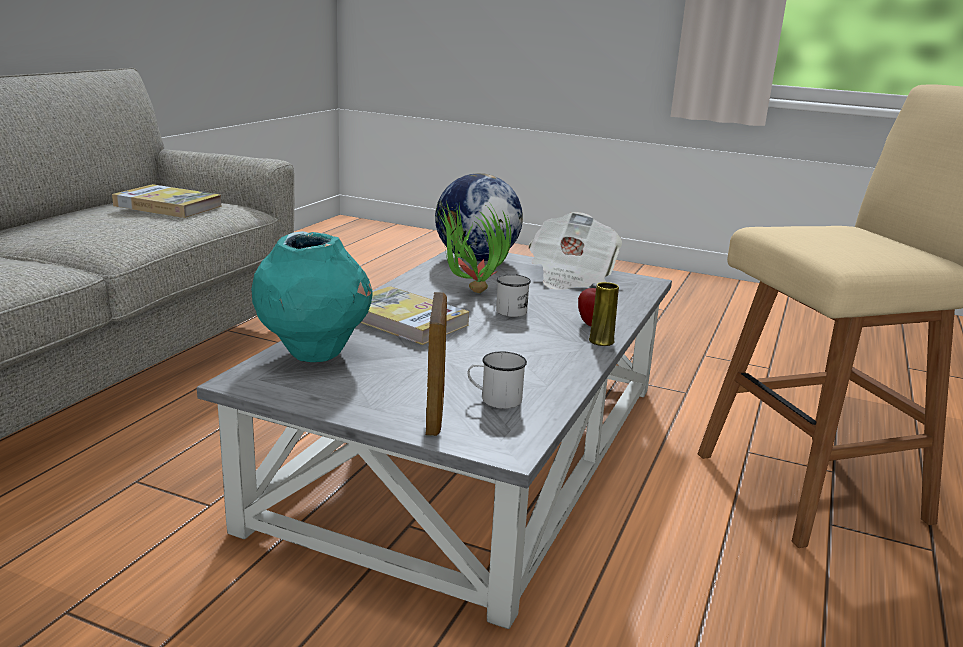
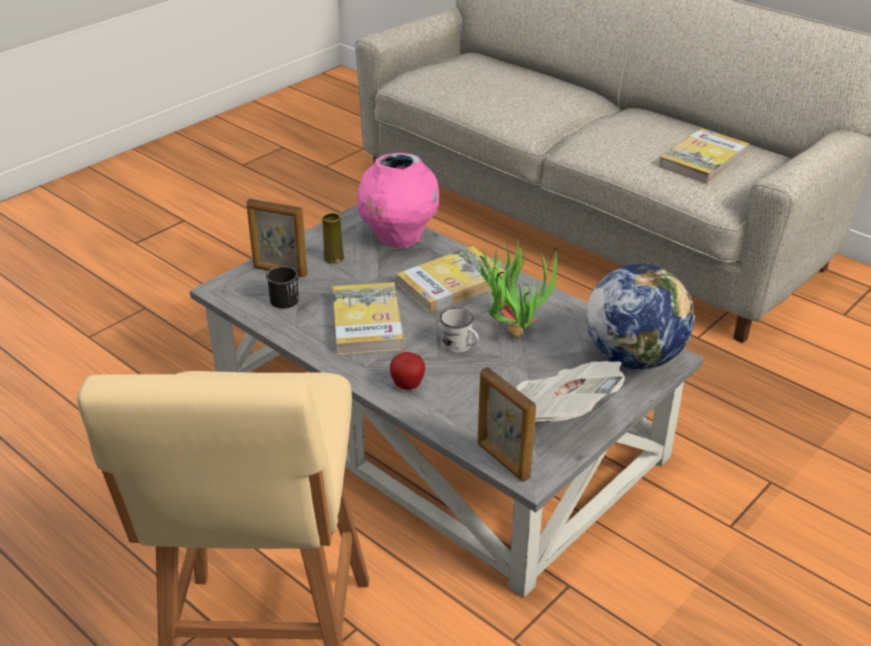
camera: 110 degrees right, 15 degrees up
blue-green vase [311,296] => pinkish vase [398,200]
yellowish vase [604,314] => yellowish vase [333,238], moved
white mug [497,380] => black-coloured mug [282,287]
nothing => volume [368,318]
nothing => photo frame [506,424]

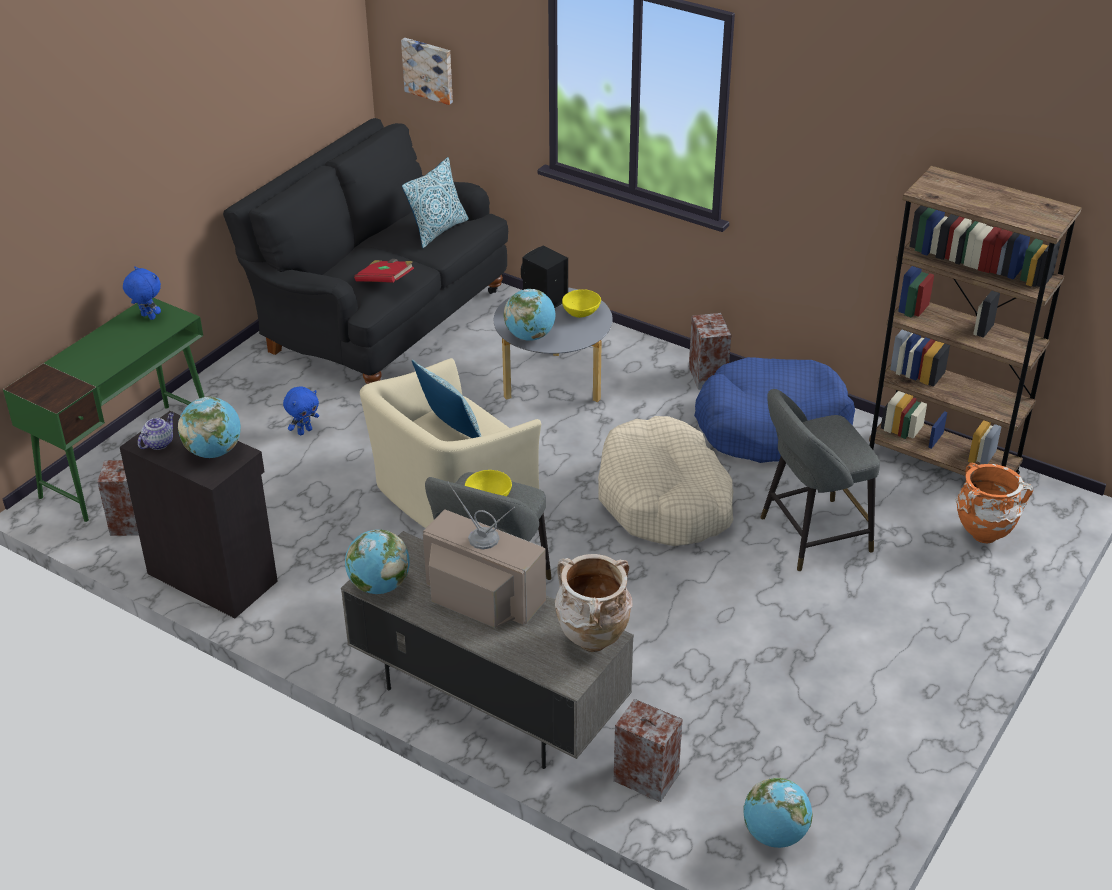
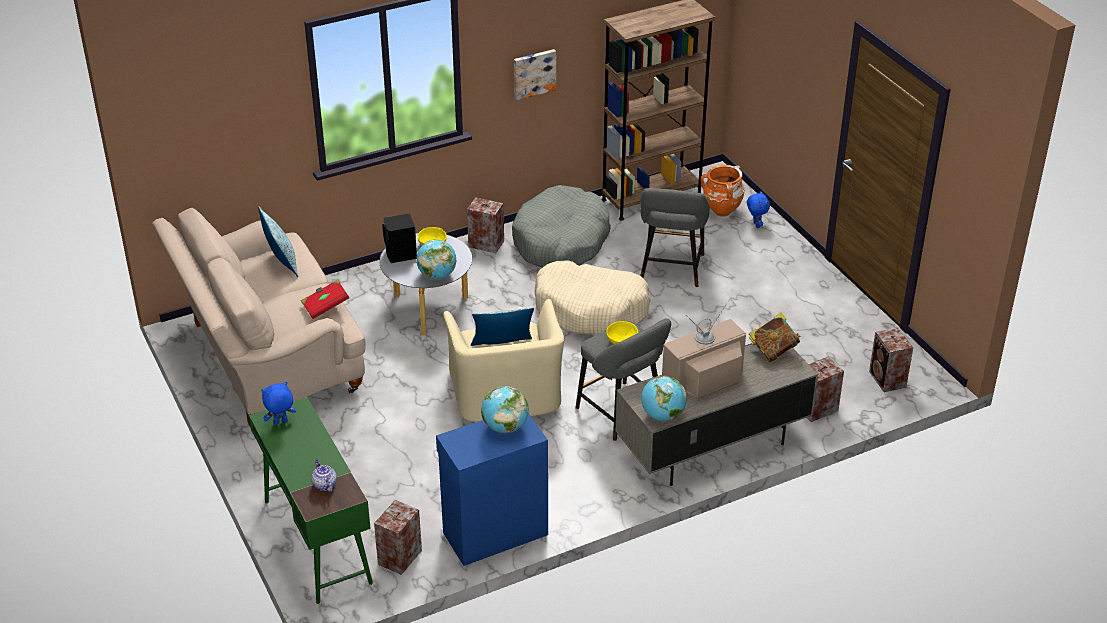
camera: 60 degrees left, 0 degrees up
picture [427,71] => picture [535,74], moved
black-coloured settee [365,251] => beige-coloured settee [259,317]
blue-coloured pet bed [774,410] => greyish pet bed [561,226]
blue-coloured plush toy [301,410] => blue-coloured plush toy [758,209], moved
black-coloured storage cabinet [199,514] => blue-coloured storage cabinet [492,489]
teapot [156,431] => teapot [324,476], moved
beige-coloured vase [593,603] => volume [775,337]
world globe [778,813] => speaker [891,359]

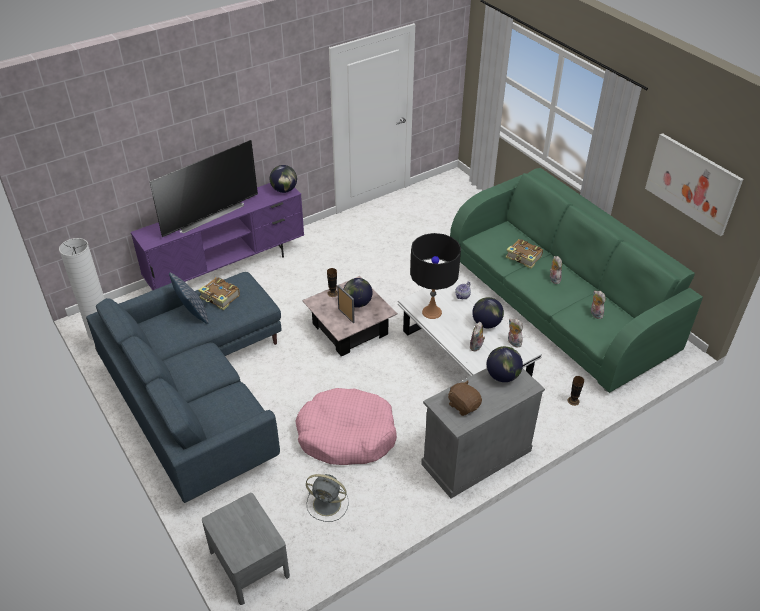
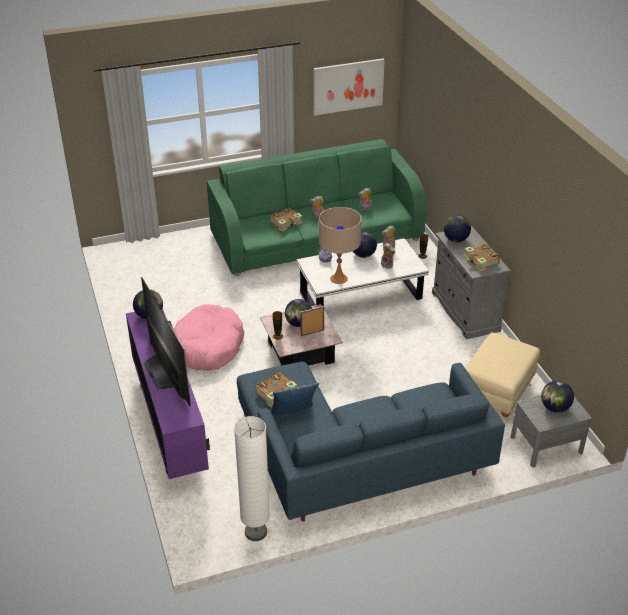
camera: 75 degrees left, 5 degrees down
black-coloured tabletop lamp [435,276] => beige-coloured tabletop lamp [340,245]
brown plush toy [465,398] => volume [482,257]
pinkish pet bed [346,426] => pinkish pet bed [209,337], moved
greyish cooling fan [327,498] => beige-coloured pouffe [502,377]
nothing => world globe [557,397]

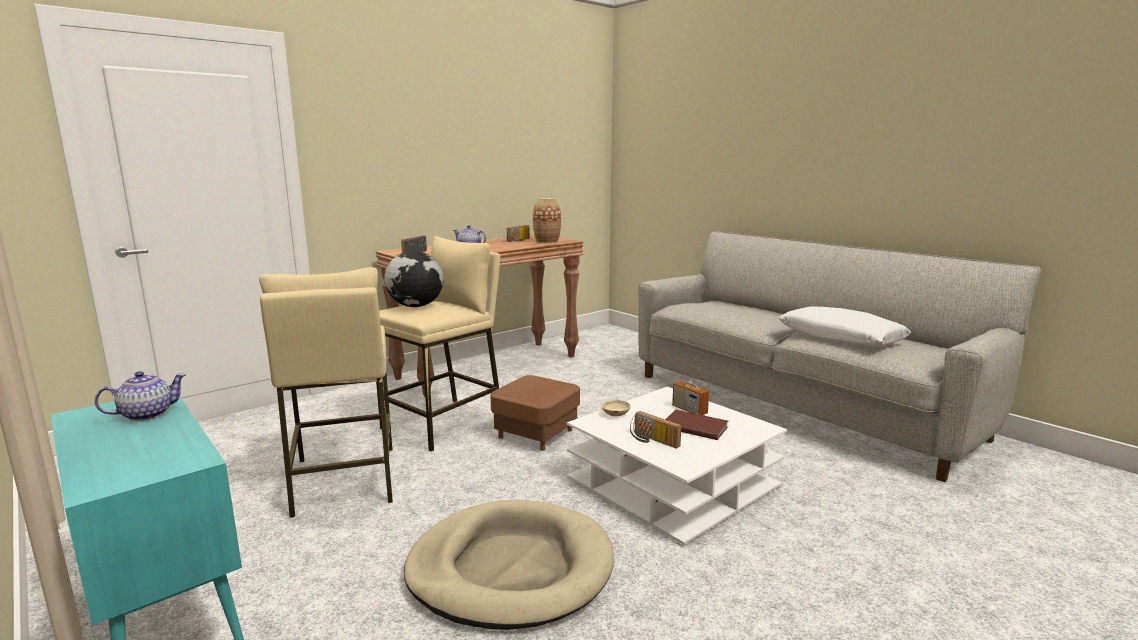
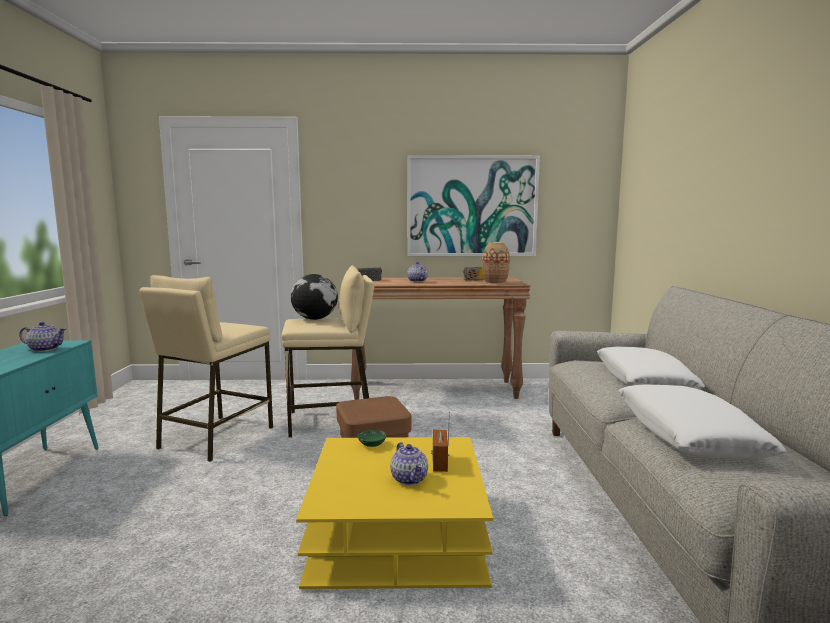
camera: 40 degrees right, 5 degrees down
white low table [677,466] => yellowish low table [394,513]
beige-coloured deep dish [616,408] => greenish deep dish [372,438]
brown volume [696,425] => teapot [409,463]
radio set [655,430] => nothing
beige-coloured pet bed [509,565] => nothing
nothing => picture [473,205]
nothing => white throw pillow [651,368]

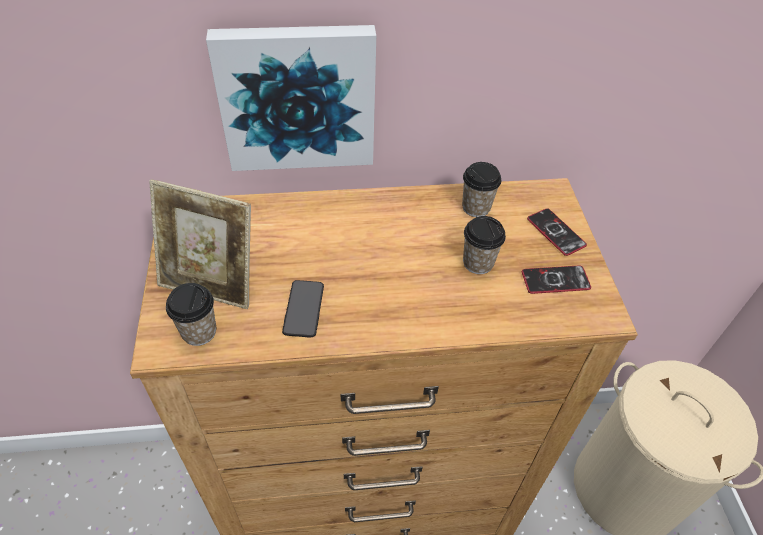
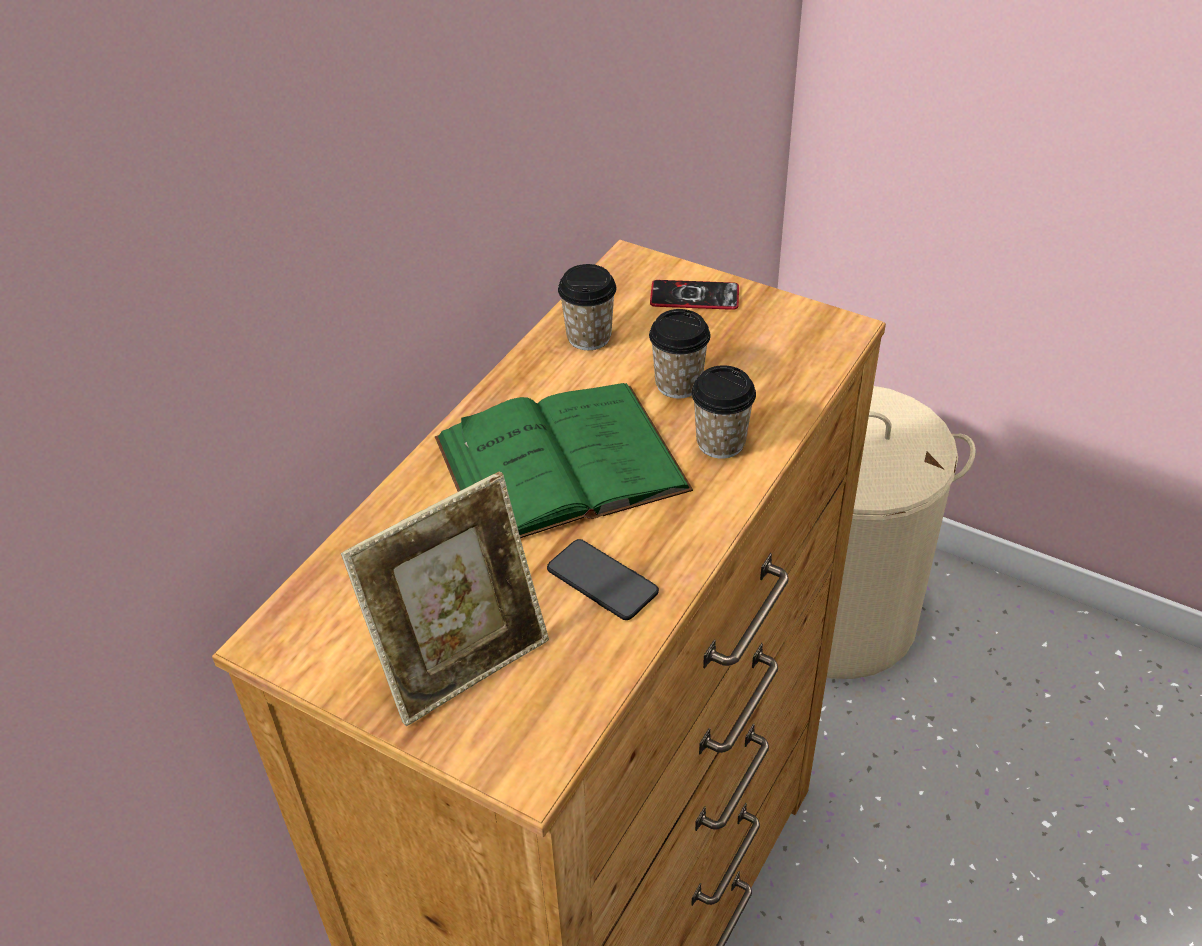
camera: 50 degrees left, 5 degrees down
picture [291,98] => nothing
handset [556,280] => nothing
cup [191,314] => cup [723,412], moved
nothing => greenish volume [564,460]

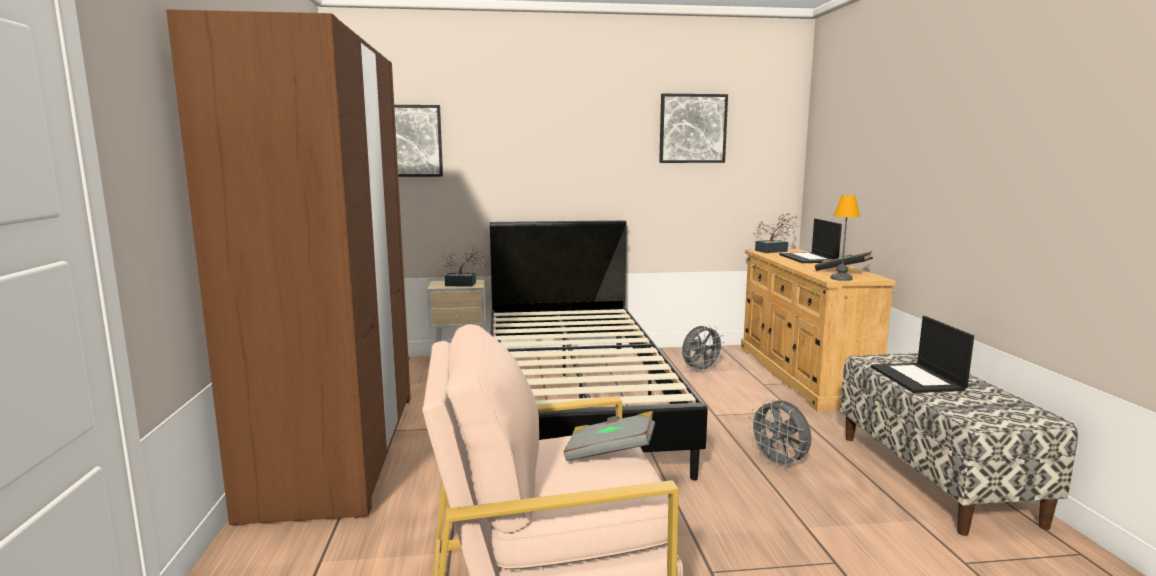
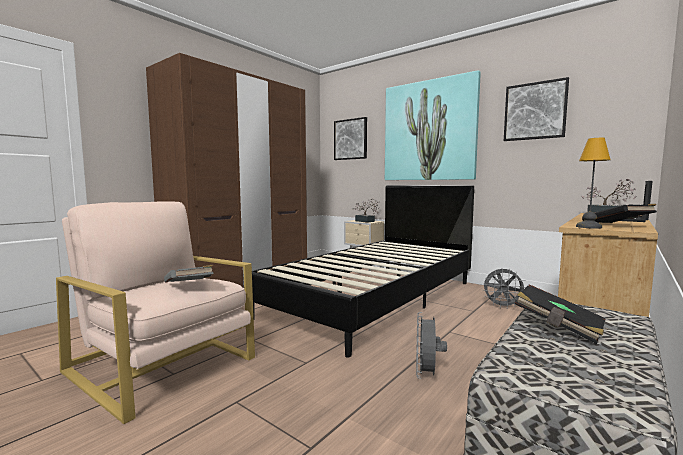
camera: 45 degrees right, 5 degrees down
laptop [922,354] => black-coloured volume [560,314]
nothing => picture [433,125]

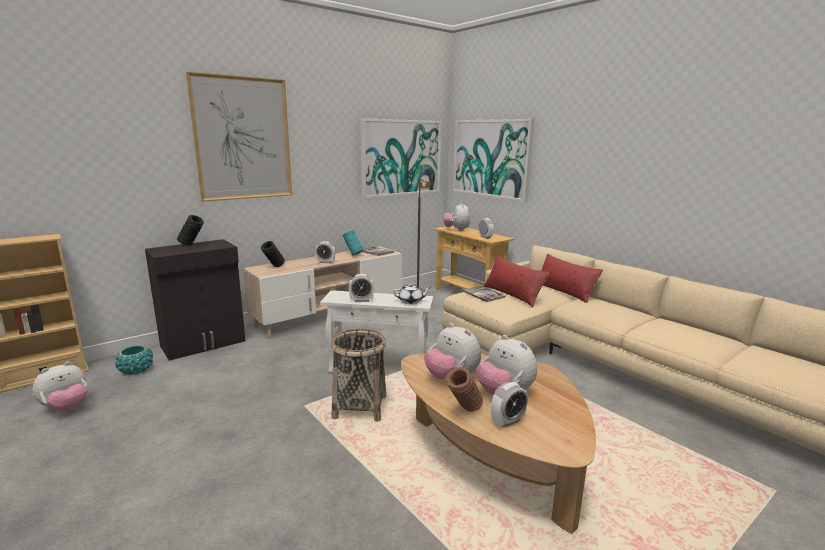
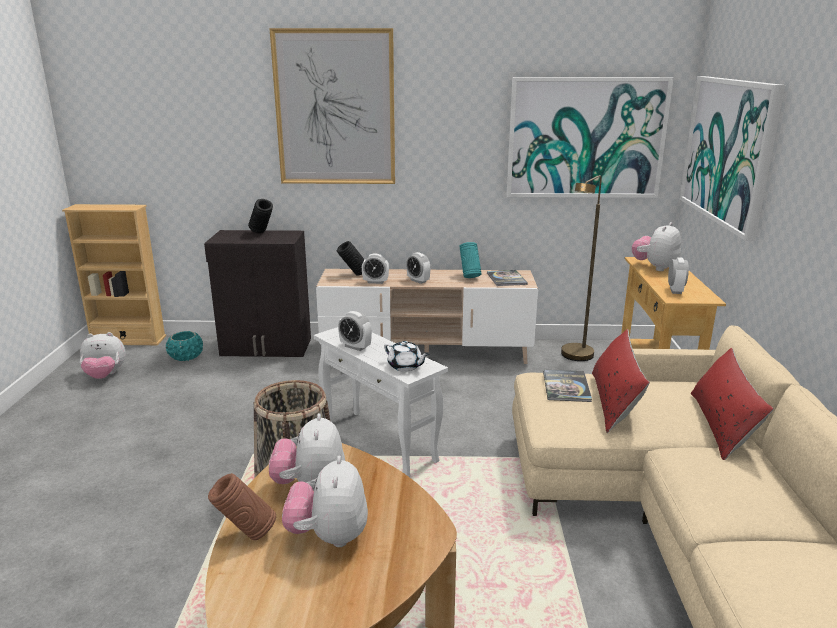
camera: 40 degrees right, 5 degrees up
alarm clock [509,405] => alarm clock [375,269], moved

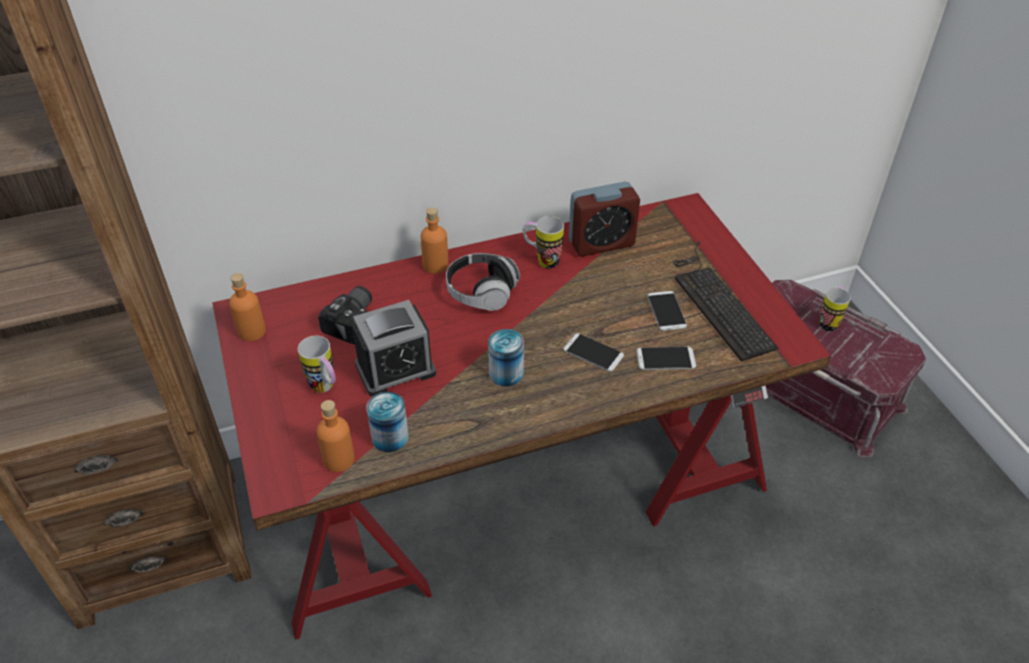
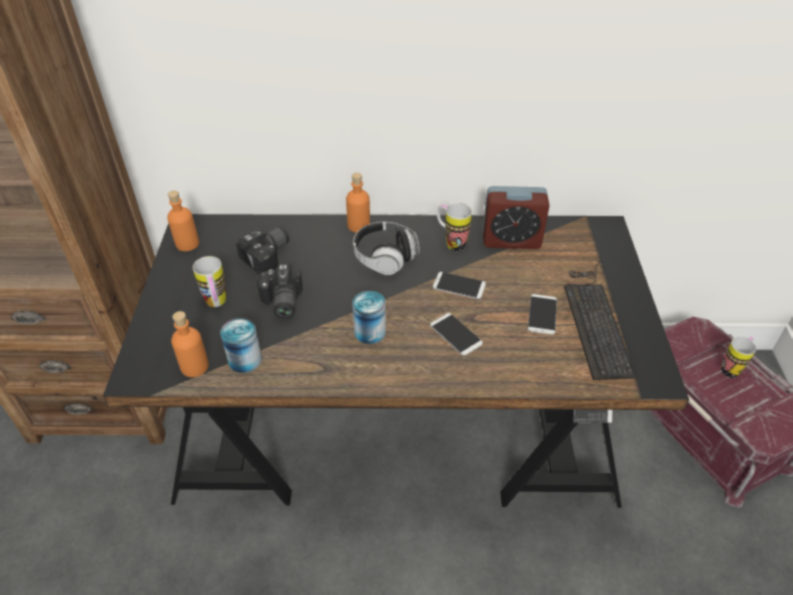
camera: 20 degrees right, 0 degrees up
reddish desk [521,416] => black-coloured desk [396,361]
alarm clock [393,348] => still camera [280,292]
handset [666,358] => handset [459,285], moved

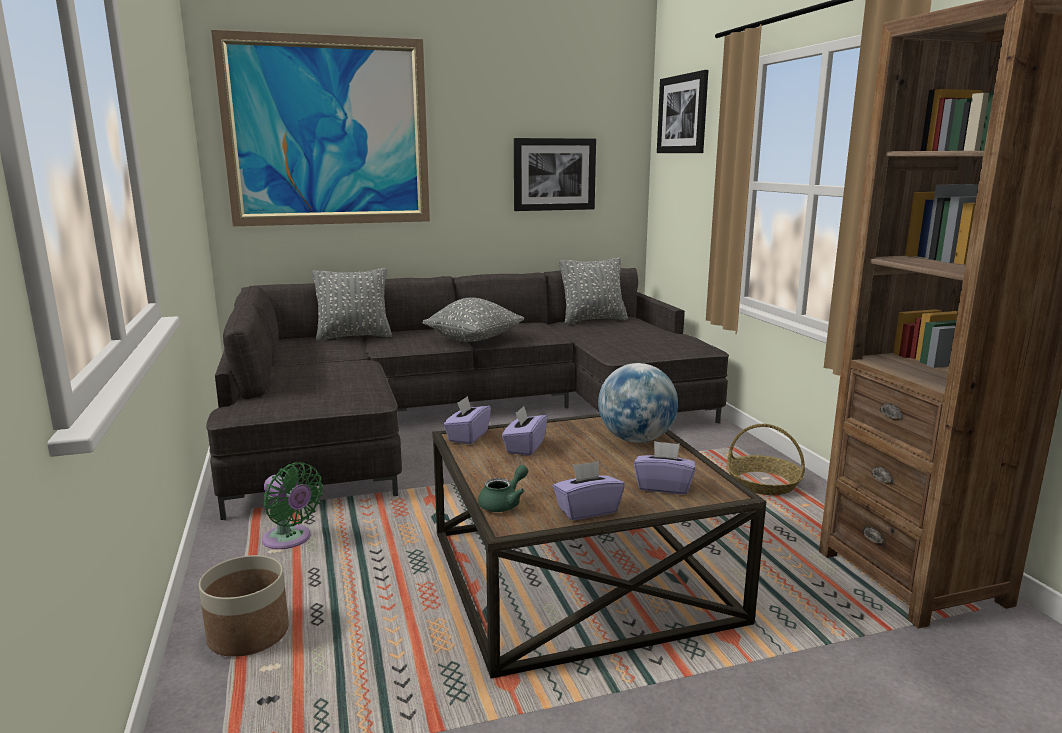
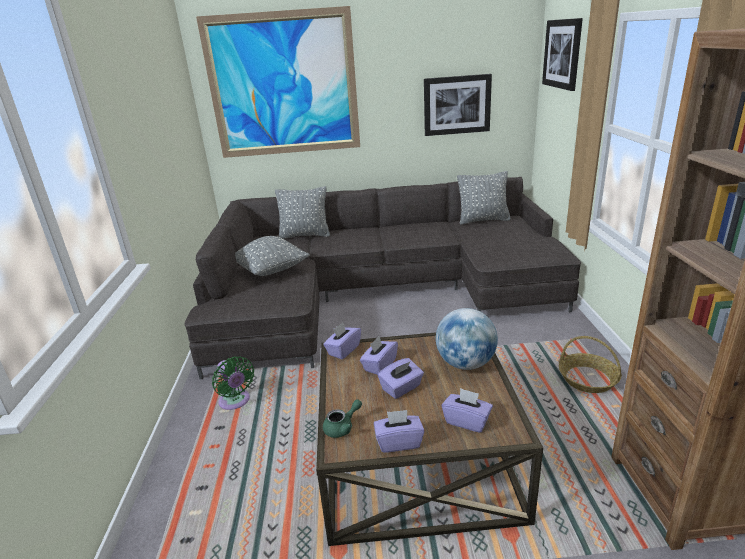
camera: 15 degrees right, 10 degrees up
greyish throw pillow [473,320] => greyish throw pillow [272,256], moved
flower pot [244,606] => nothing
nothing => purplish tissue box [401,378]

